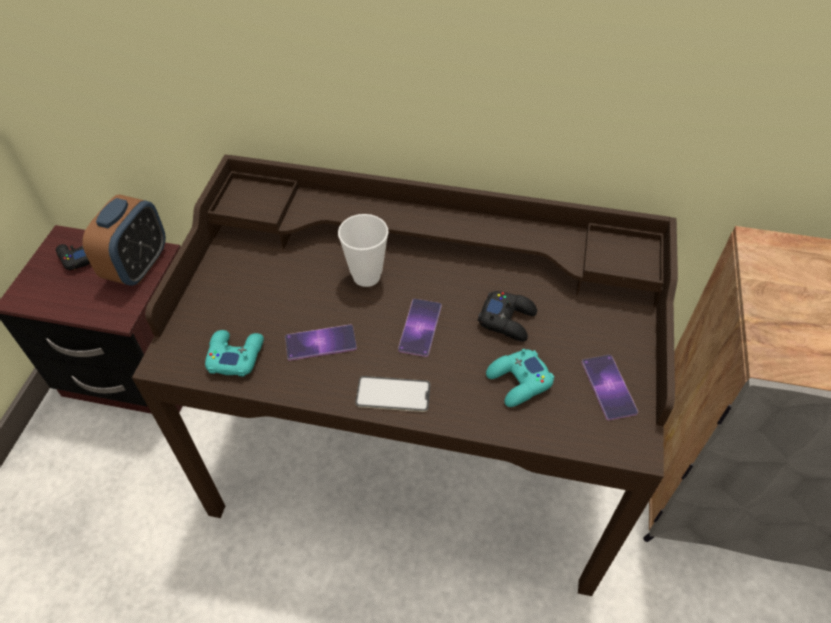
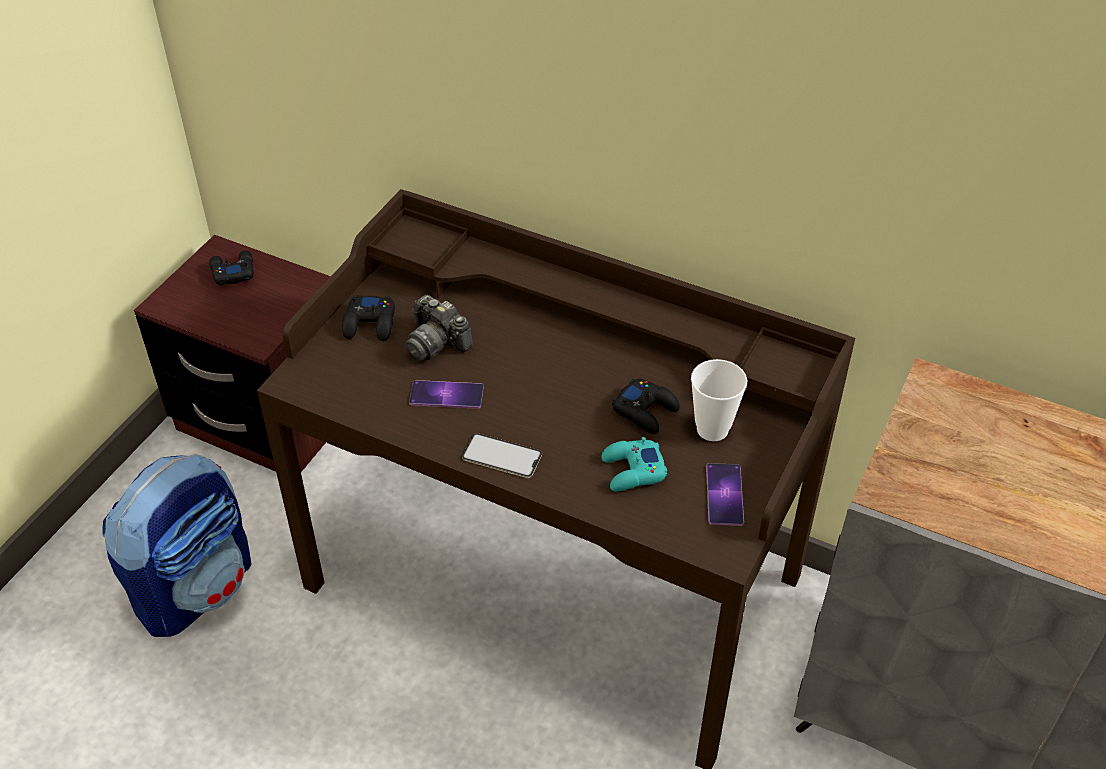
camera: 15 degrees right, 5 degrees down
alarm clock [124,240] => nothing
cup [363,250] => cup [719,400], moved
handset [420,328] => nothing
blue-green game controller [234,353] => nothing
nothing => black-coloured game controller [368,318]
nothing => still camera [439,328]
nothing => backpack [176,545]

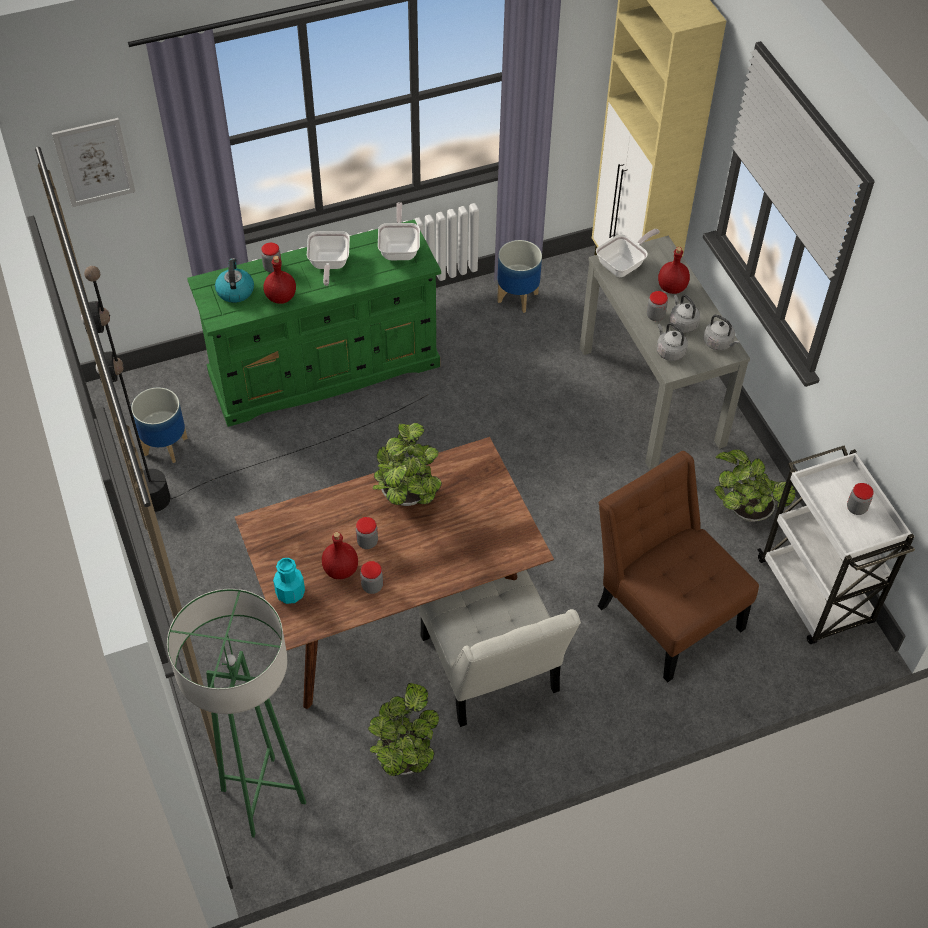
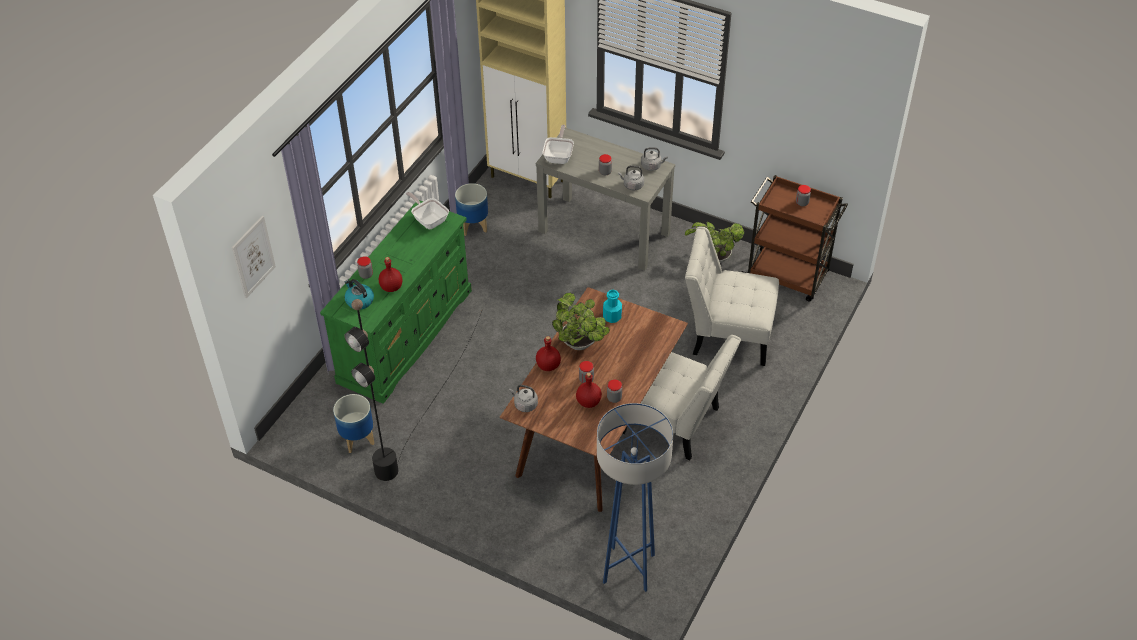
camera: 40 degrees left, 5 degrees down
pan [328,258] => nothing
reddish drink bottle [674,270] => reddish drink bottle [548,353], moved
greyish kettle [684,314] => greyish kettle [523,398], moved
white cart [836,544] => brown cart [795,238]
brown chair [678,566] => white chair [732,296]
blue-green drink bottle [289,581] => blue-green drink bottle [612,306], moved
greenish standard lamp [236,713] => blue-coloured standard lamp [635,497]
houseplant [403,729] => nothing

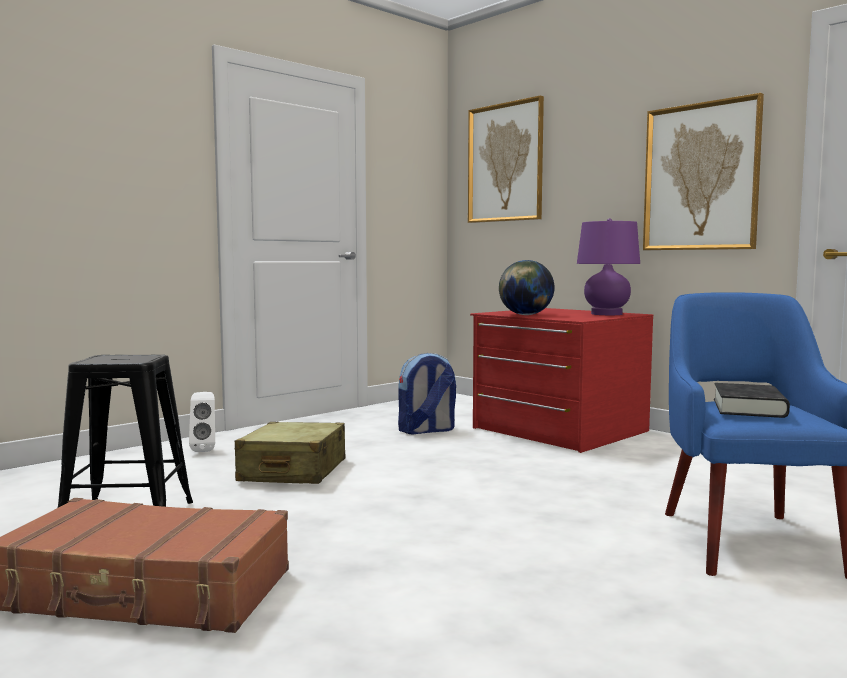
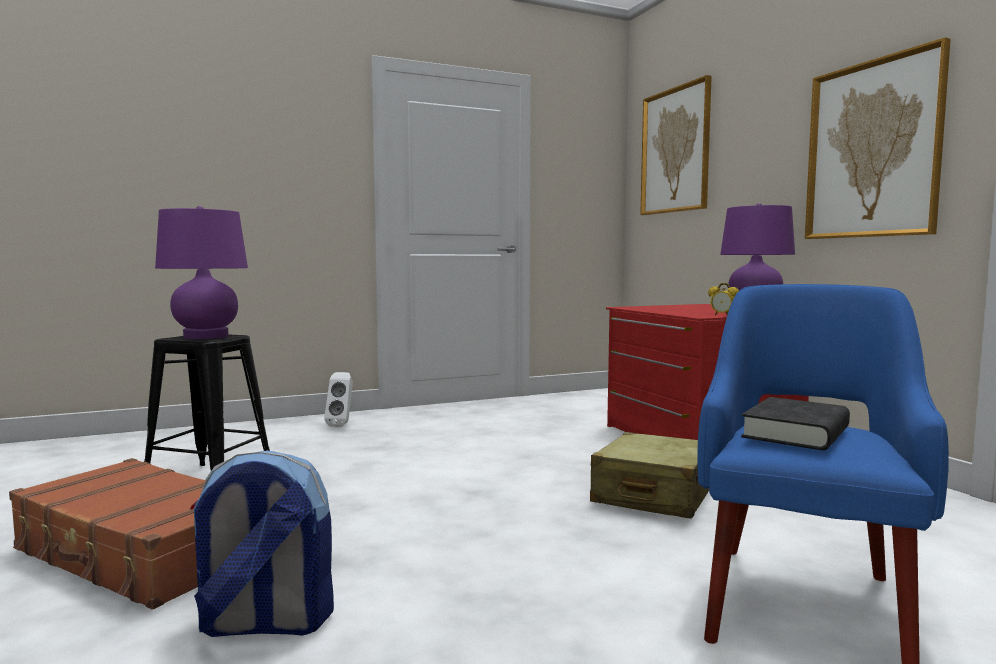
camera: 20 degrees right, 0 degrees up
world globe [527,287] => nothing
backpack [427,393] => backpack [262,543], moved
beige-coloured suitcase [290,453] => beige-coloured suitcase [649,475], moved
nothing => purplish tabletop lamp [201,272]
nothing => alarm clock [723,299]

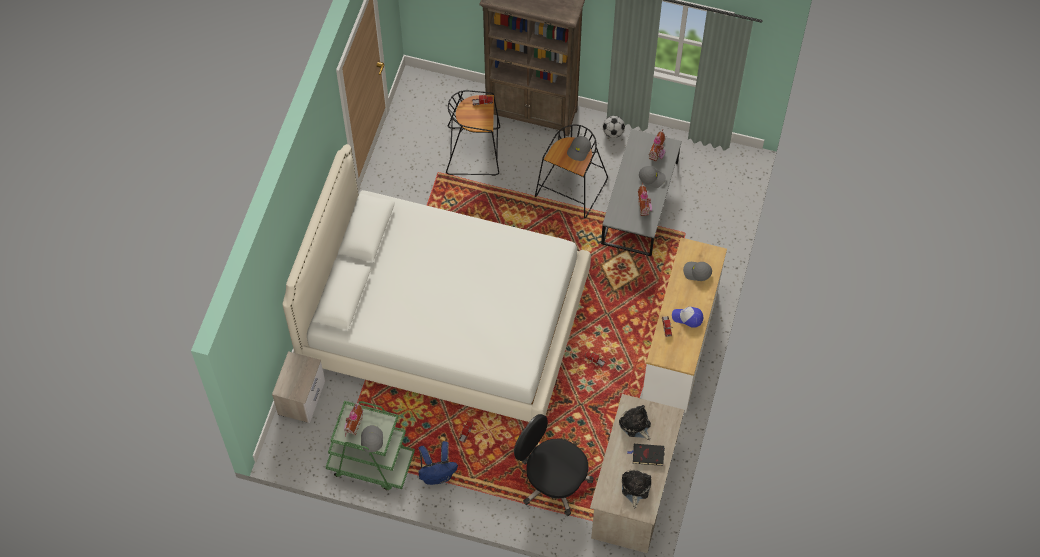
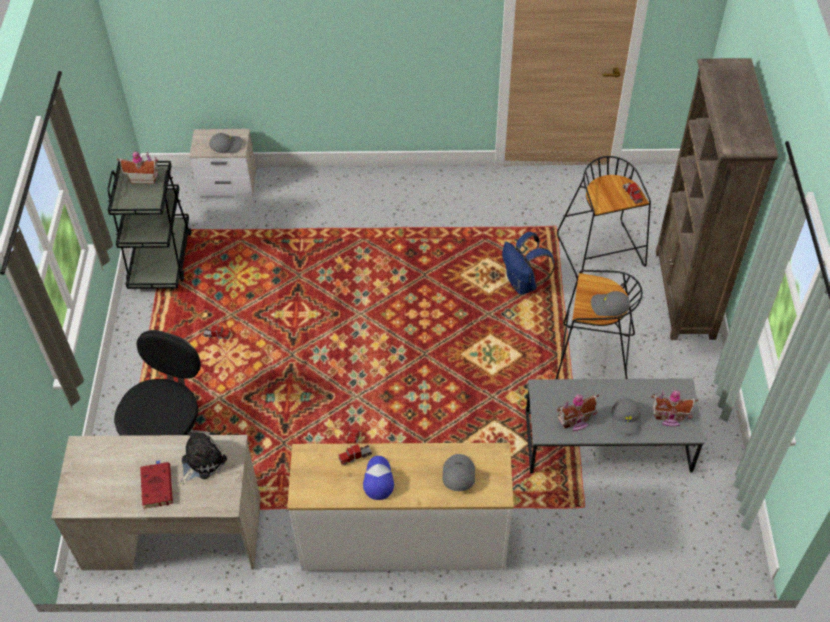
camera: 75 degrees right, 10 degrees down
football ball [614,127] => nothing
white bed [437,283] => nothing
greenish cart [370,445] => black-coloured cart [150,225]
greyish baseball cap [372,438] => greyish baseball cap [226,143], moved
blue-coloured backpack [438,463] => blue-coloured backpack [528,263], moved
black-coloured volume [646,455] => reddish volume [156,484]
plush toy [636,489] => nothing

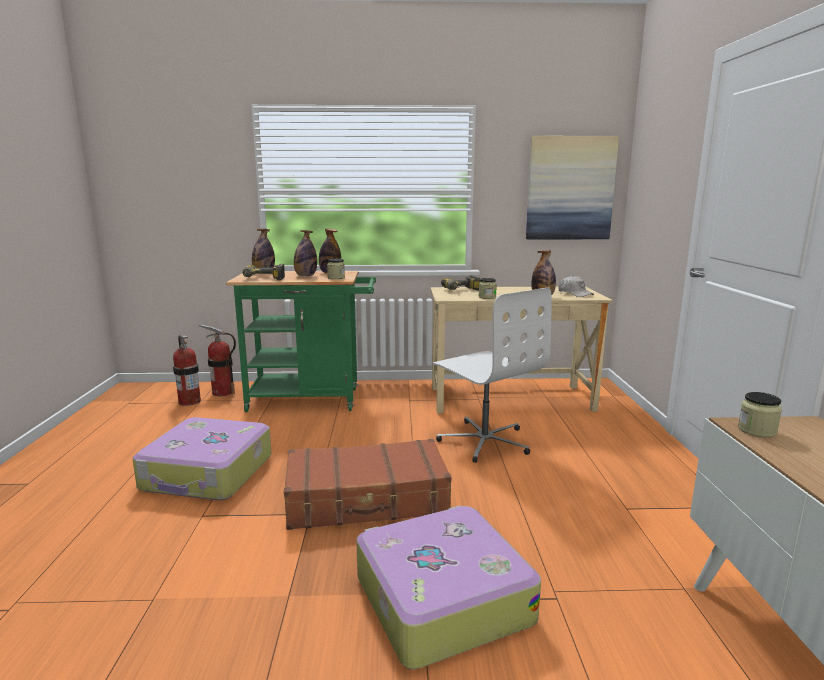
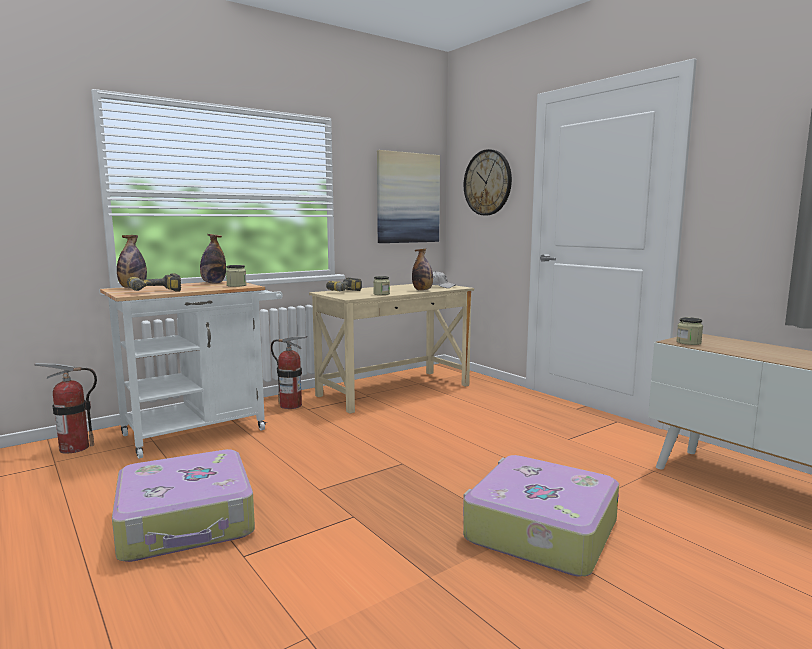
camera: 35 degrees left, 5 degrees down
drink bottle [305,253] => nothing
greenish cart [301,341] => white cart [191,370]
white desk chair [492,375] => nothing
fire-fighting cylinder [187,370] => fire-fighting cylinder [289,372], moved
brown suitcase [367,484] => nothing
nothing => hanging clock [488,182]

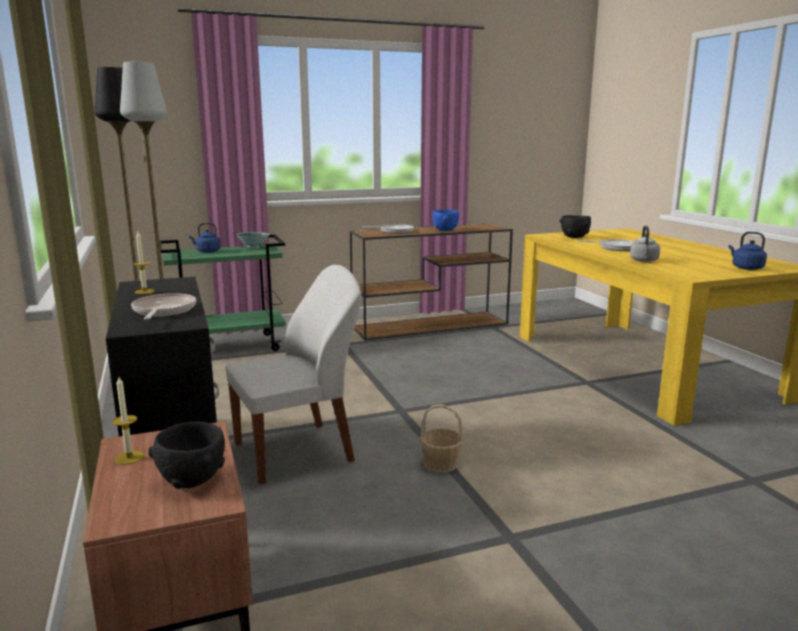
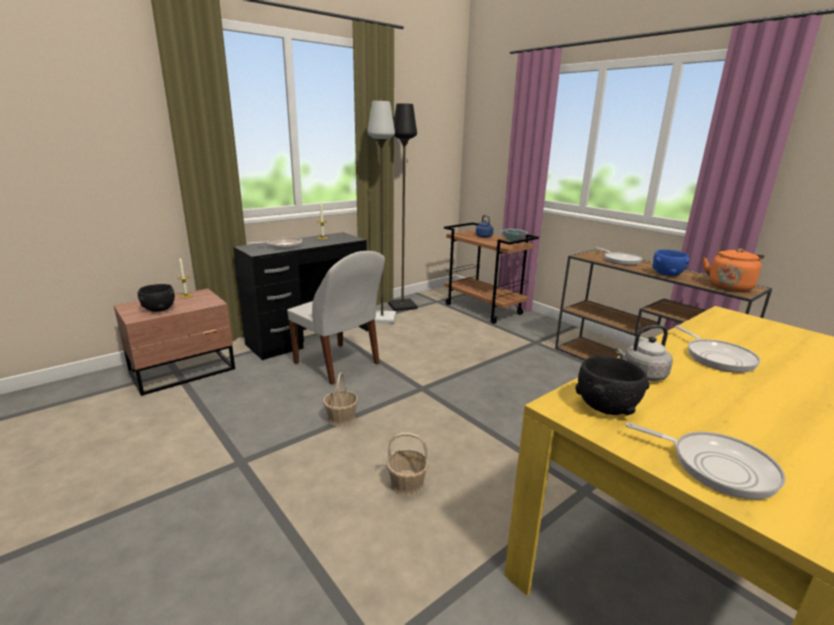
camera: 70 degrees right, 5 degrees up
black-coloured deep dish [575,226] => black-coloured deep dish [613,385], moved
blue-coloured kettle [747,250] => pan [706,461]
greenish cart [223,293] => brown cart [491,273]
nothing => orange kettle [733,270]
nothing => household basket [408,464]

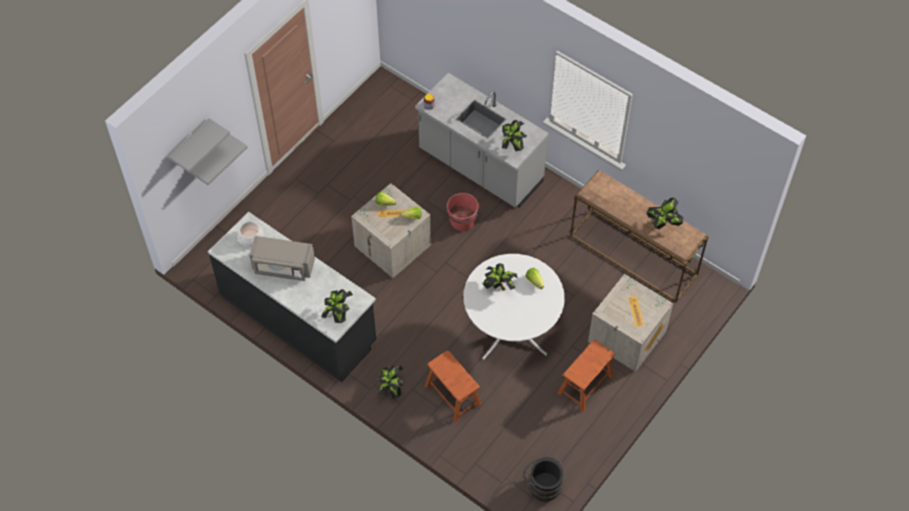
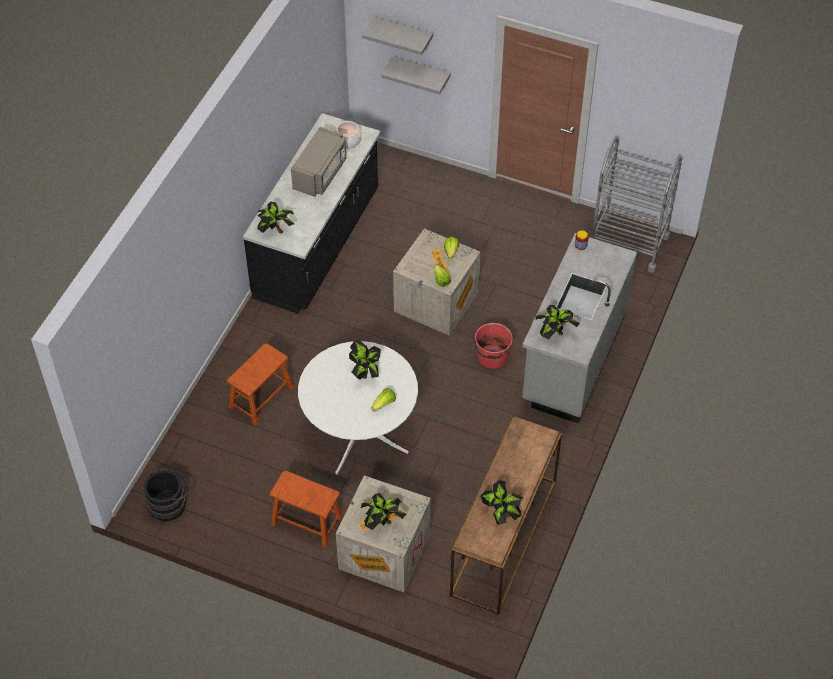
camera: 75 degrees right, 5 degrees down
greyish microwave [282,258] => greyish microwave [318,162], 150 degrees counterclockwise
houseplant [391,381] => houseplant [383,511], moved
nothing => greyish cart [637,206]

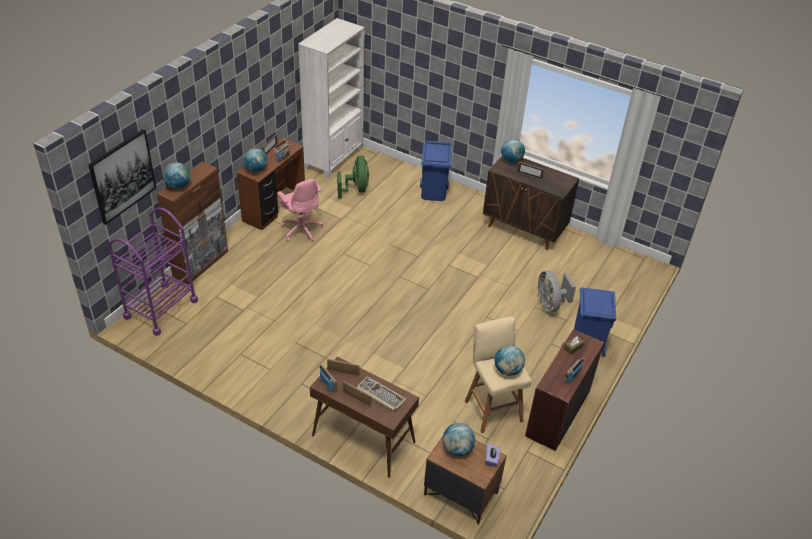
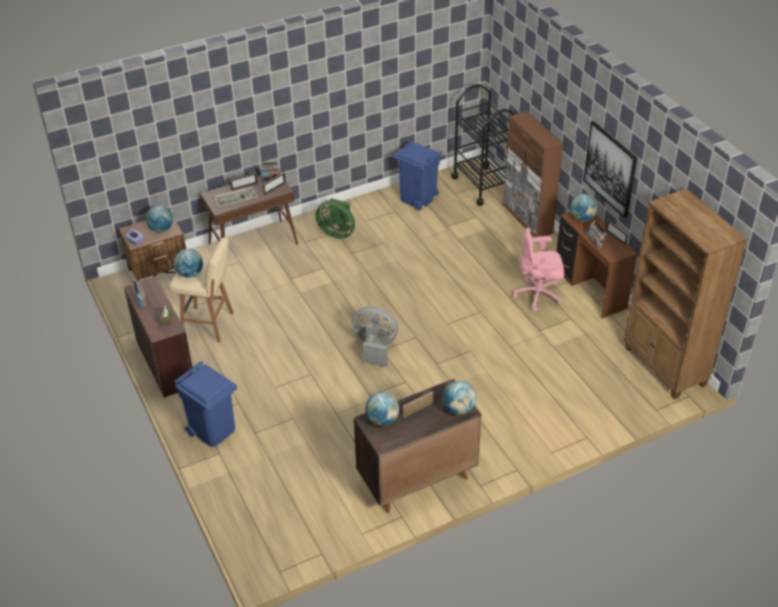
camera: 125 degrees right, 0 degrees up
white bookshelf [331,98] => brown bookshelf [685,294]
picture [122,177] => picture [610,169], moved
blue-coloured trash can [436,171] => blue-coloured trash can [417,176], moved
greenish cooling fan [353,177] => greenish cooling fan [335,218], moved
world globe [177,175] => world globe [382,409], moved
purplish cart [153,272] => black-coloured cart [483,145]
greyish cooling fan [557,291] => greyish cooling fan [375,336], moved

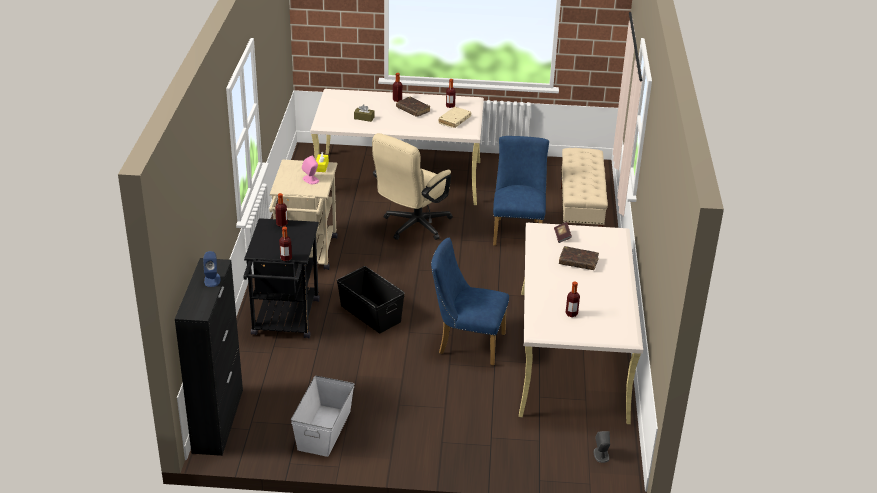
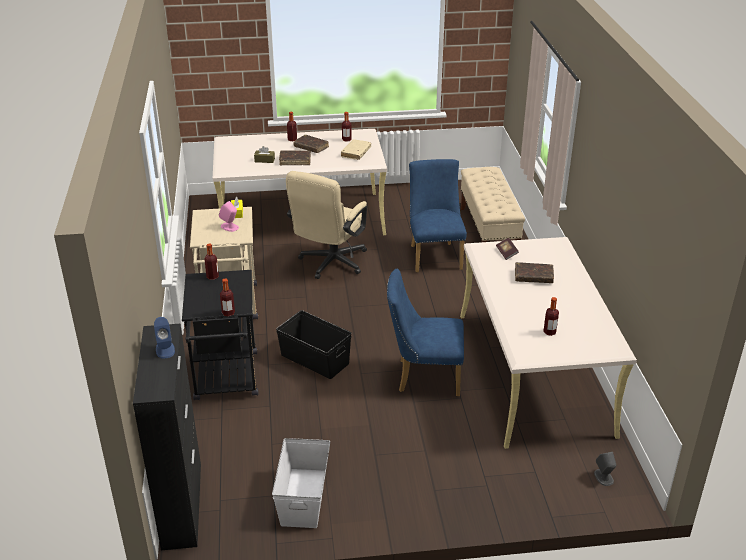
camera: 10 degrees left, 0 degrees up
nothing => brown volume [295,157]

